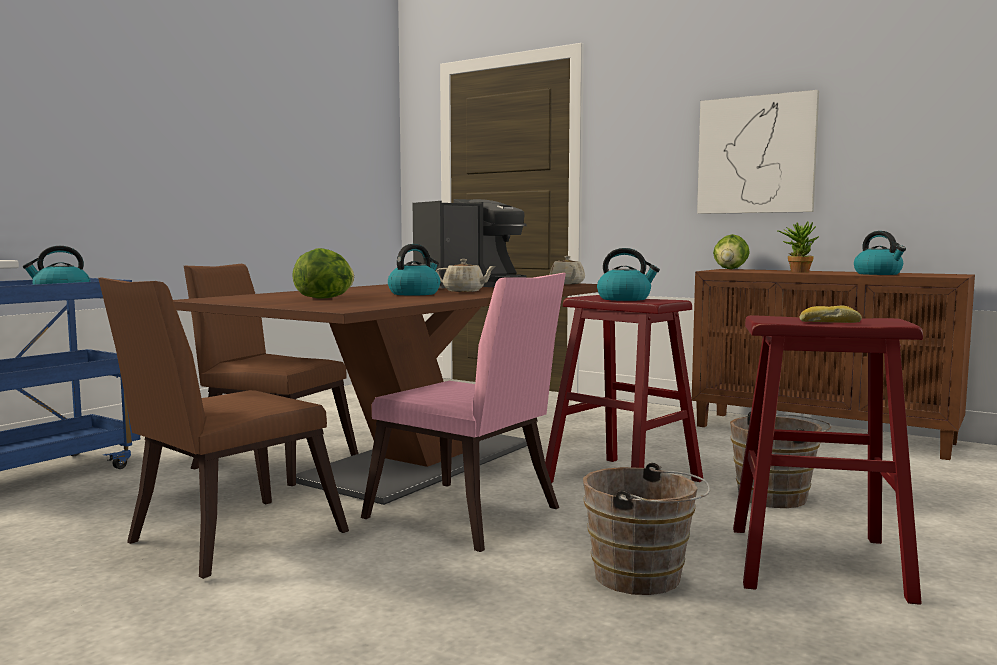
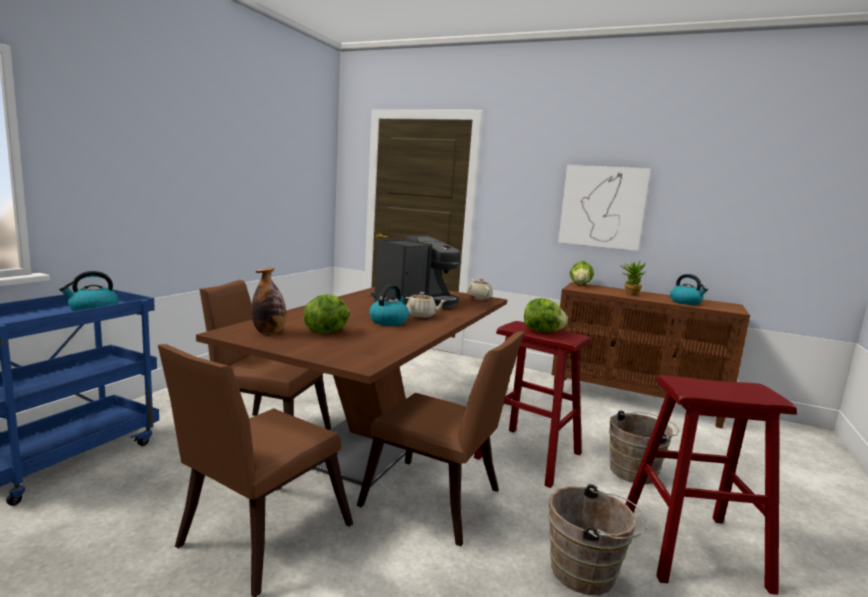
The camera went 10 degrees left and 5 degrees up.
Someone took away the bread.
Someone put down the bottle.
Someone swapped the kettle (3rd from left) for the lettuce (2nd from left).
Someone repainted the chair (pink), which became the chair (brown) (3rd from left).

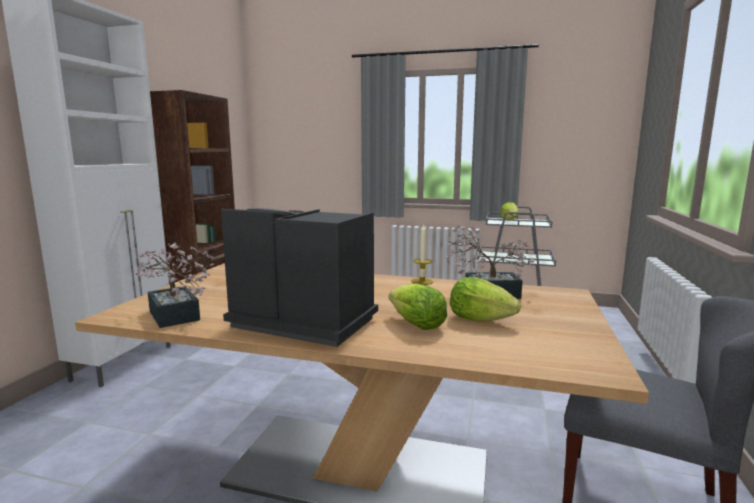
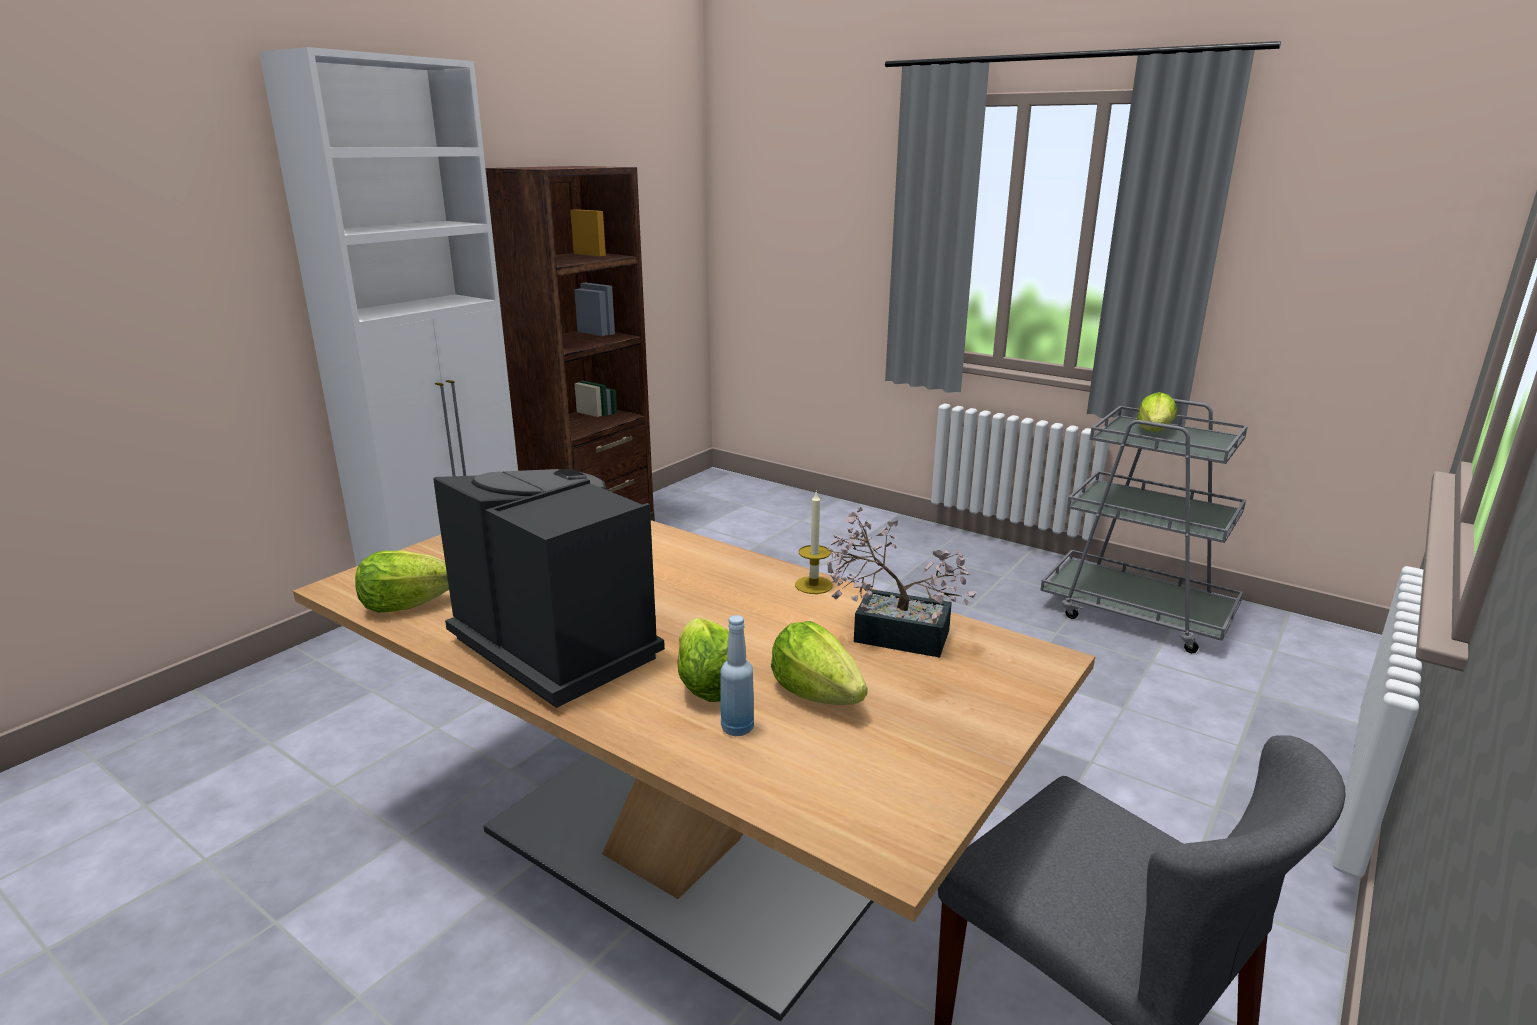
The camera went 20 degrees right and 10 degrees up.
Someone put down the bottle (blue).
Someone swapped the potted plant (1st from left) for the lettuce (1st from left).

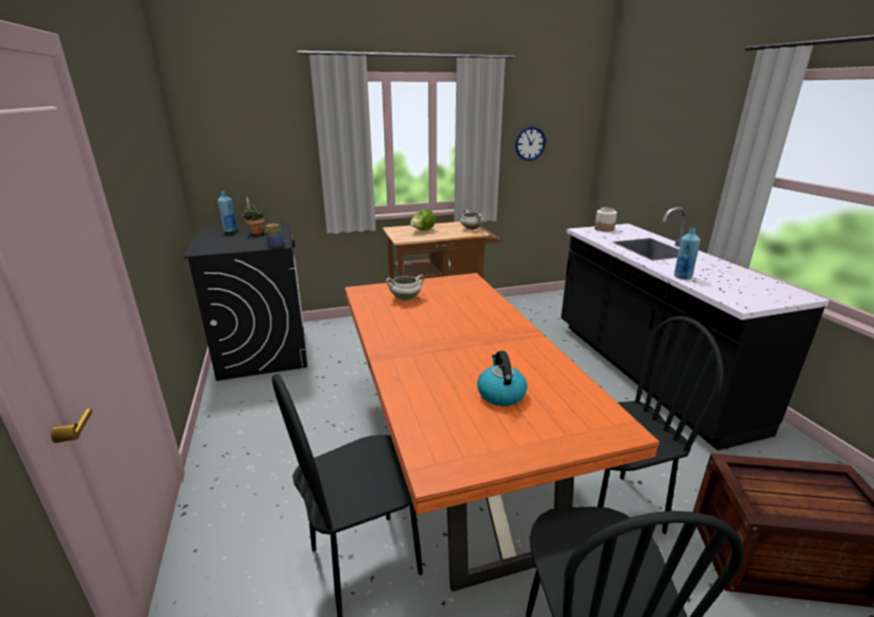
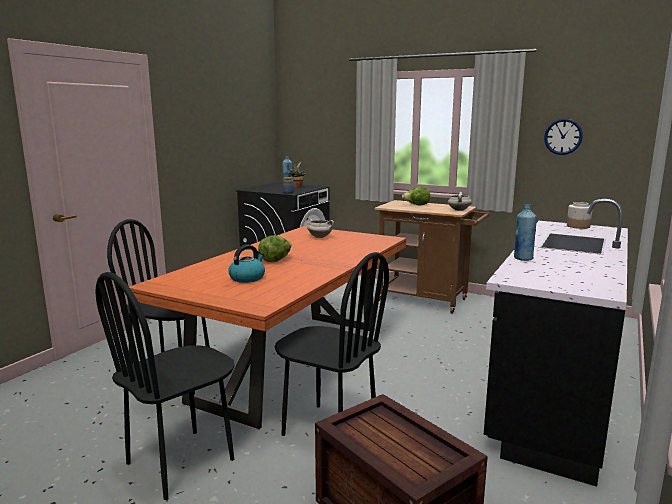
The camera went 45 degrees right and 10 degrees down.
Someone put down the lettuce (1st from left).

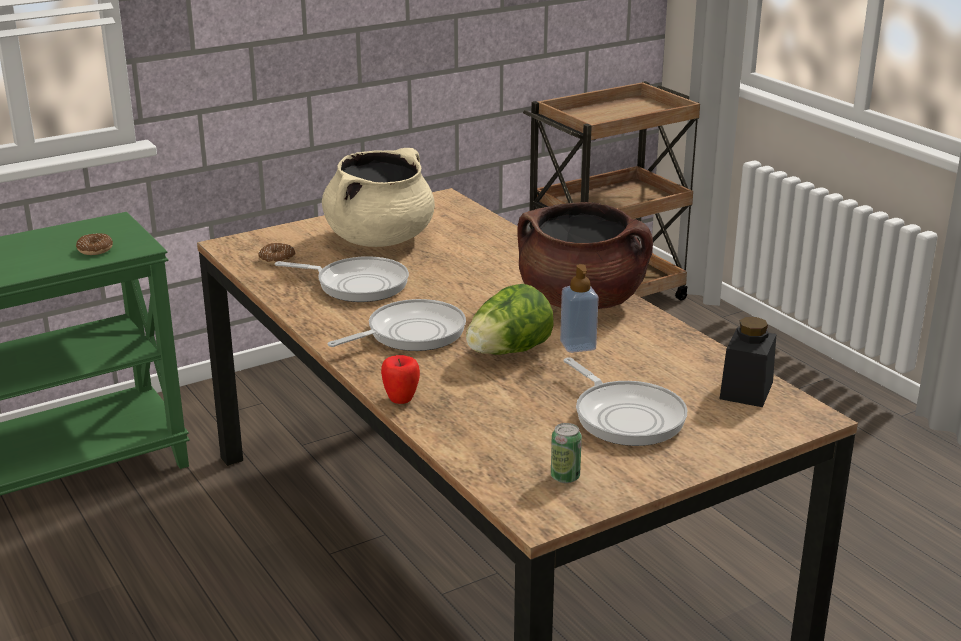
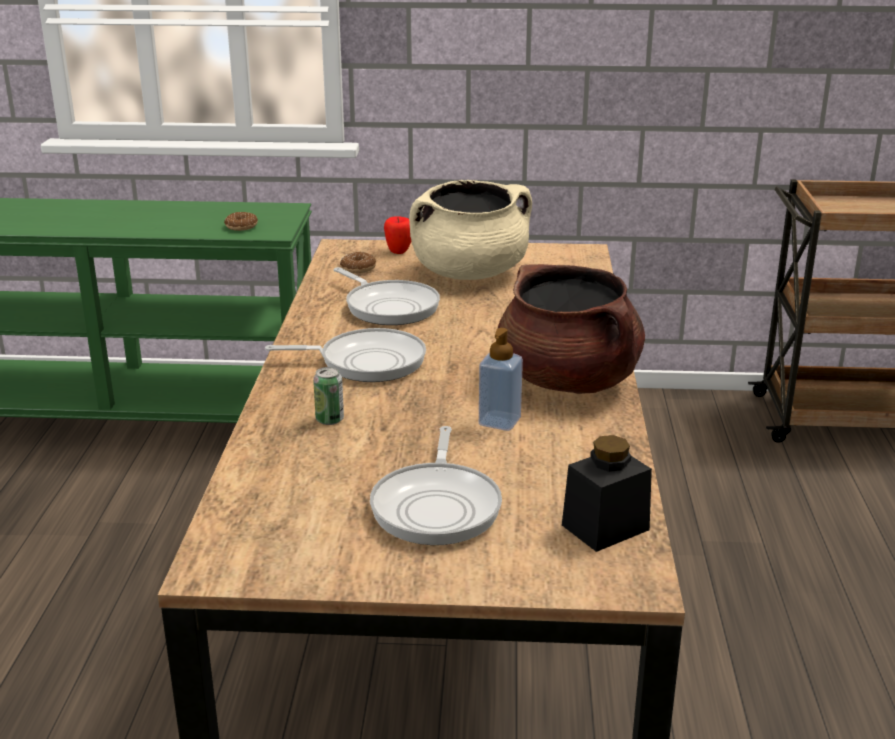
The camera went 35 degrees right and 0 degrees up.
Someone took away the lettuce.
Someone carried the apple.
Someone carried the can.

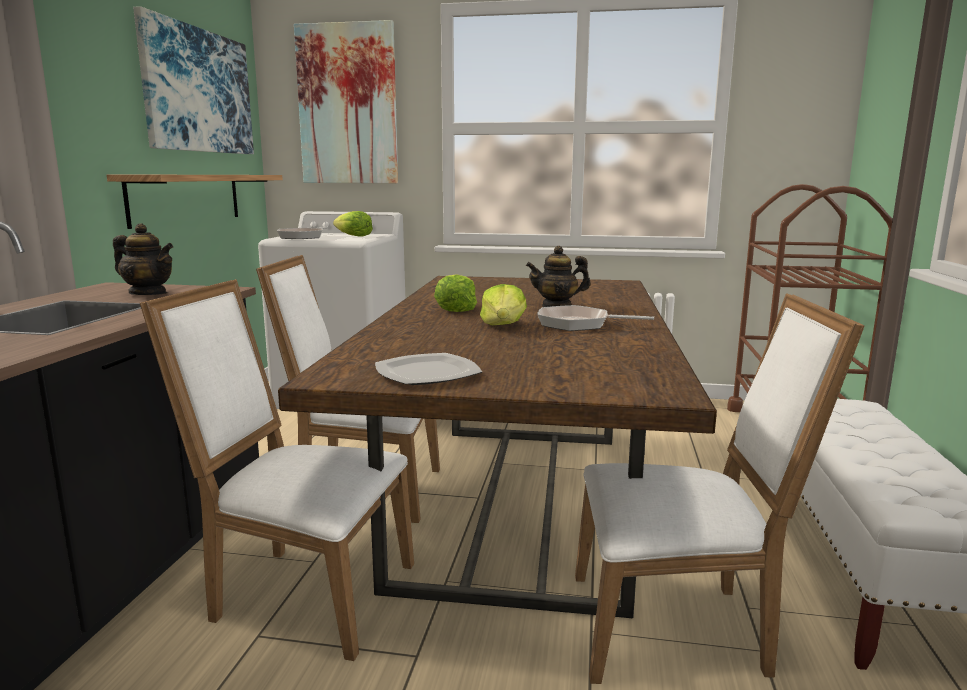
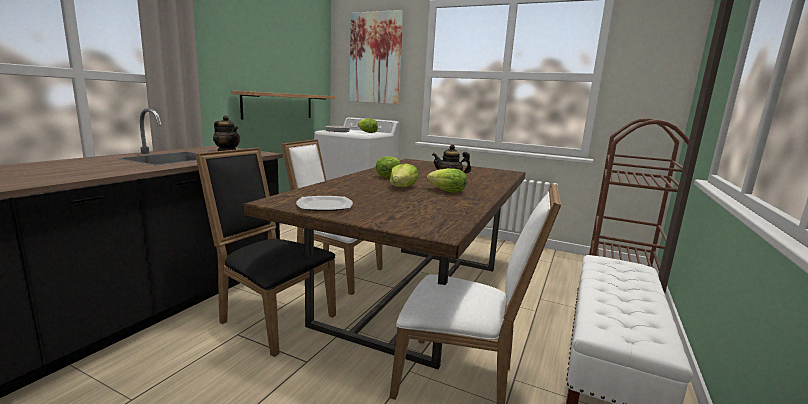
The camera went 15 degrees right and 0 degrees up.
Someone took away the picture (1st from left).
Someone swapped the frying pan (2nd from left) for the lettuce (4th from left).
Someone repainted the chair (white) (1st from left), which became the chair (black).

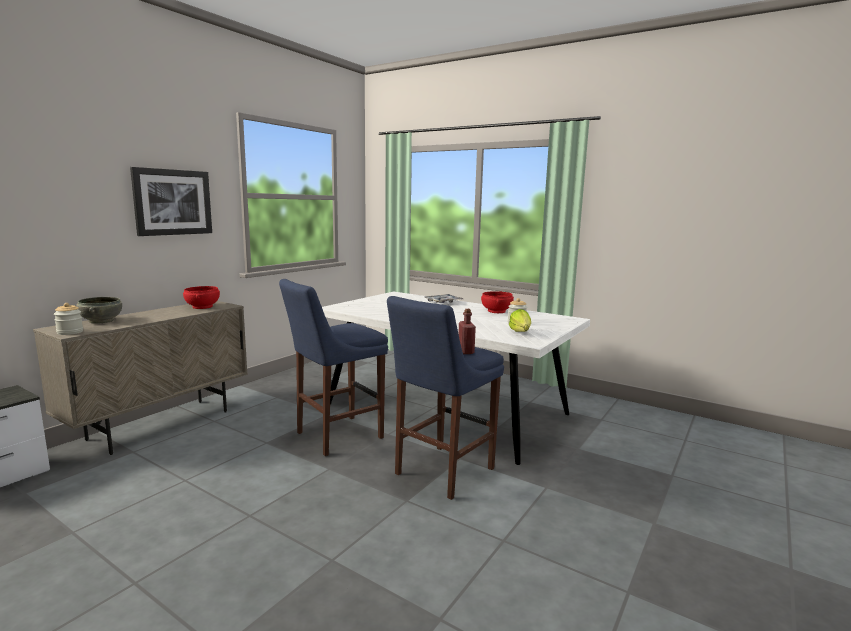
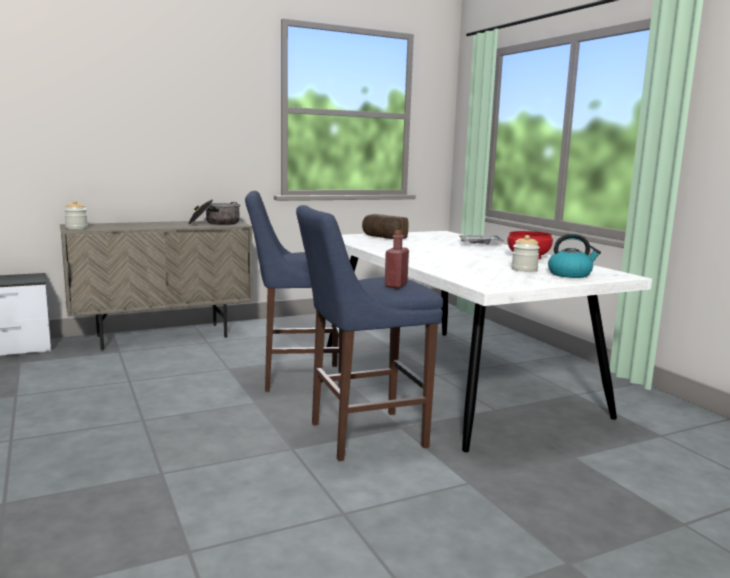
The camera went 30 degrees right and 0 degrees up.
Someone took away the bowl (grey).
Someone took away the picture.
Someone took away the lettuce.
Someone put down the bread.
Someone put down the kettle.
Someone swapped the bowl (red) (1st from left) for the cooking pot.

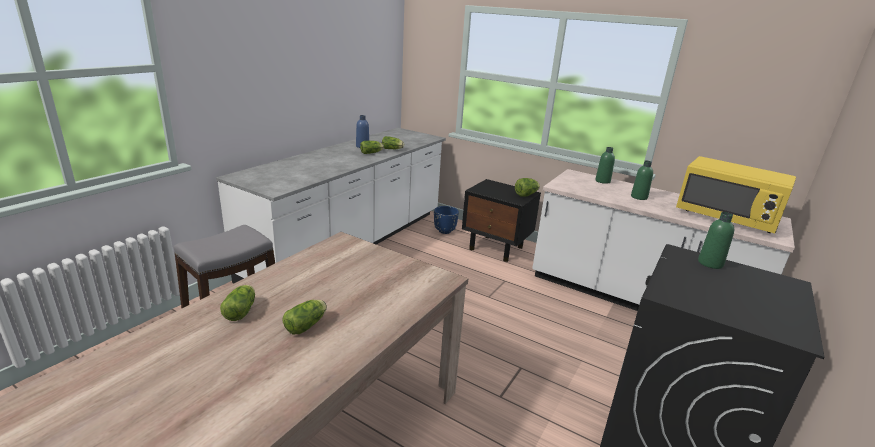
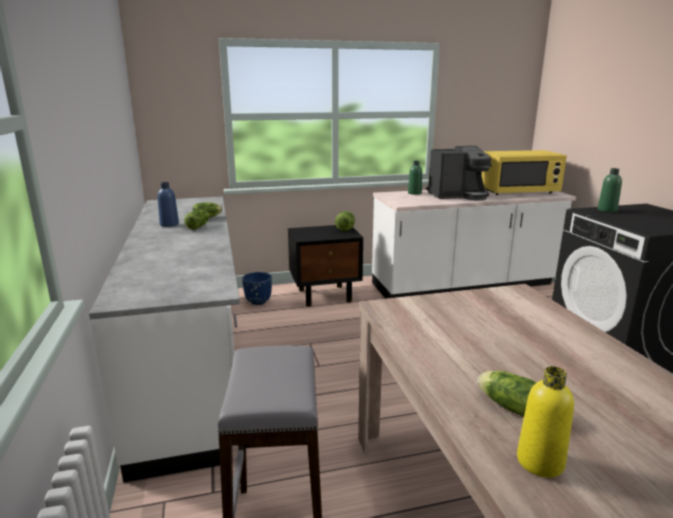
The camera went 45 degrees left and 5 degrees down.
Someone took away the lettuce (2nd from left).
Someone put down the bottle (yellow).
Someone swapped the bottle (green) (2nd from left) for the coffee machine.

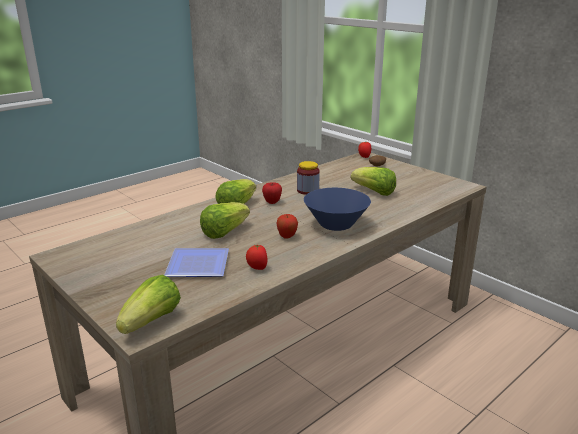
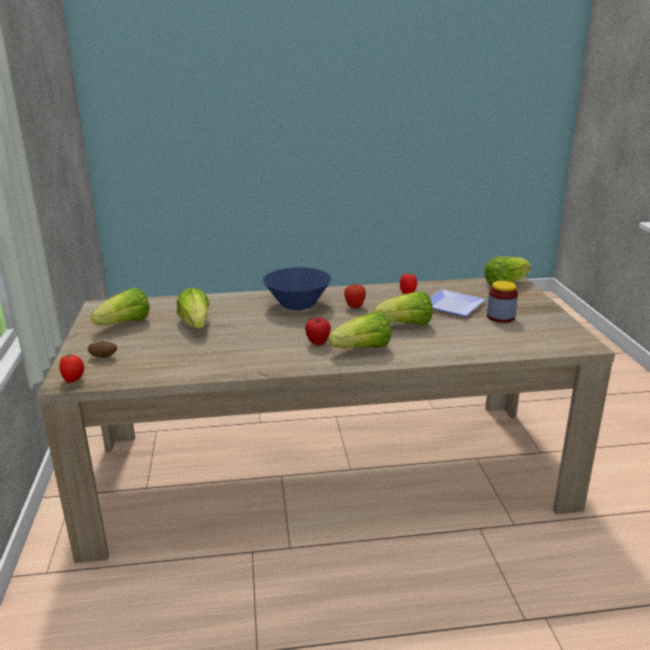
The camera went 145 degrees left and 0 degrees up.
Someone put down the lettuce (1st from left).
Someone carried the jar.

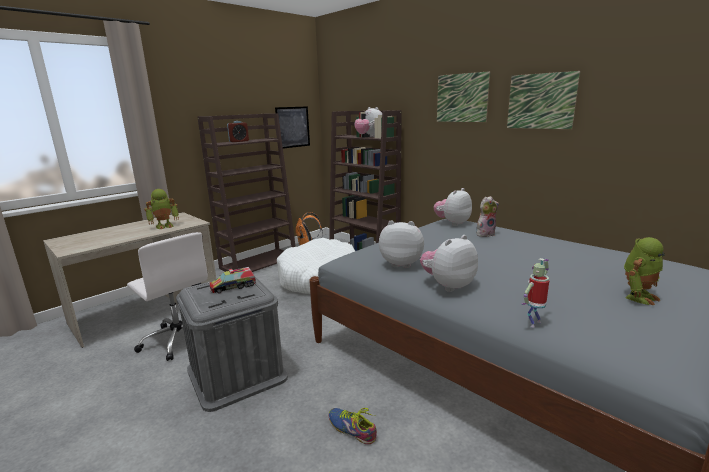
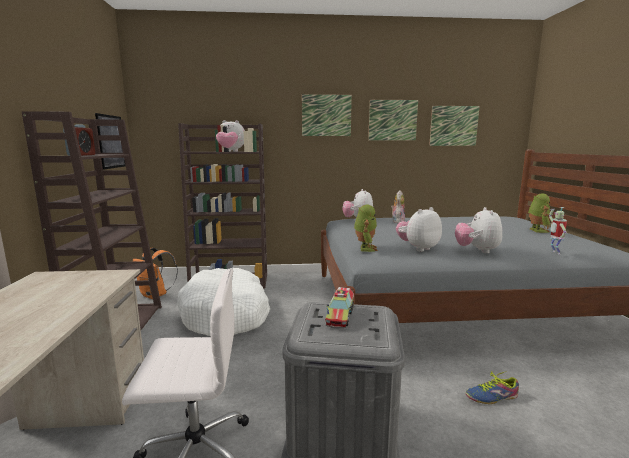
The camera went 50 degrees left and 5 degrees down.
Someone put up the picture (4th from left).
Someone carried the toy robot (1st from left).

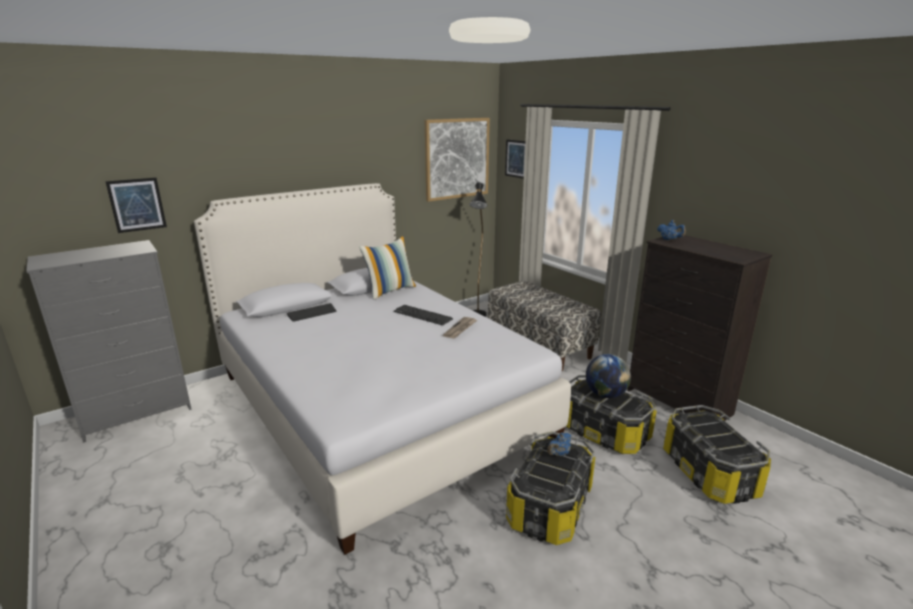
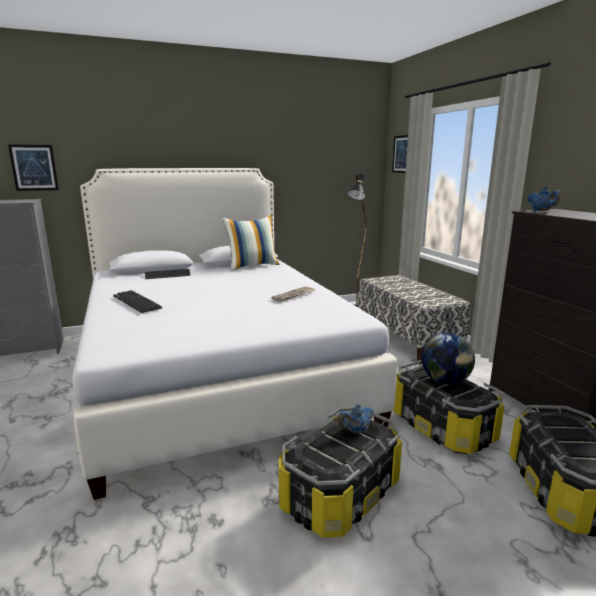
The camera went 15 degrees right and 5 degrees down.
Someone took away the picture (2nd from left).
Someone carried the keyboard (2nd from left in the first image).

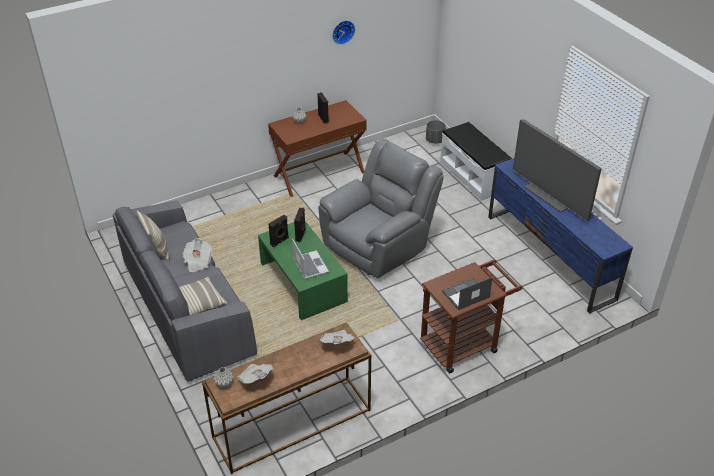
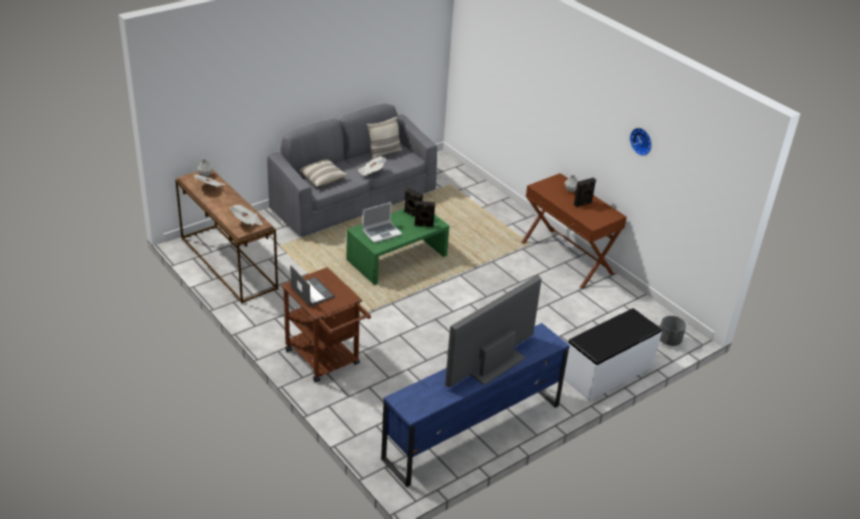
The camera went 80 degrees right and 5 degrees down.
Someone took away the armchair (grey).

